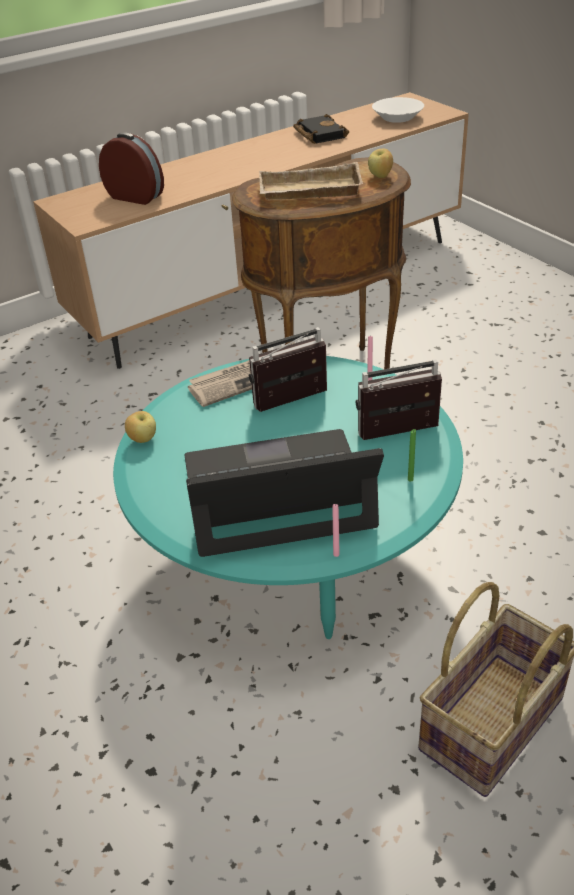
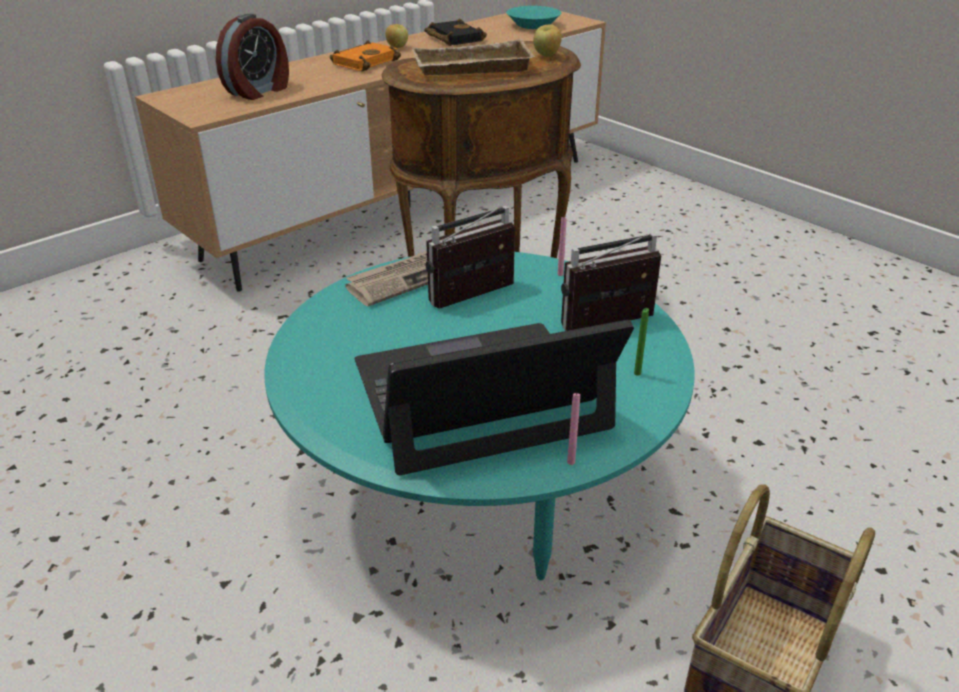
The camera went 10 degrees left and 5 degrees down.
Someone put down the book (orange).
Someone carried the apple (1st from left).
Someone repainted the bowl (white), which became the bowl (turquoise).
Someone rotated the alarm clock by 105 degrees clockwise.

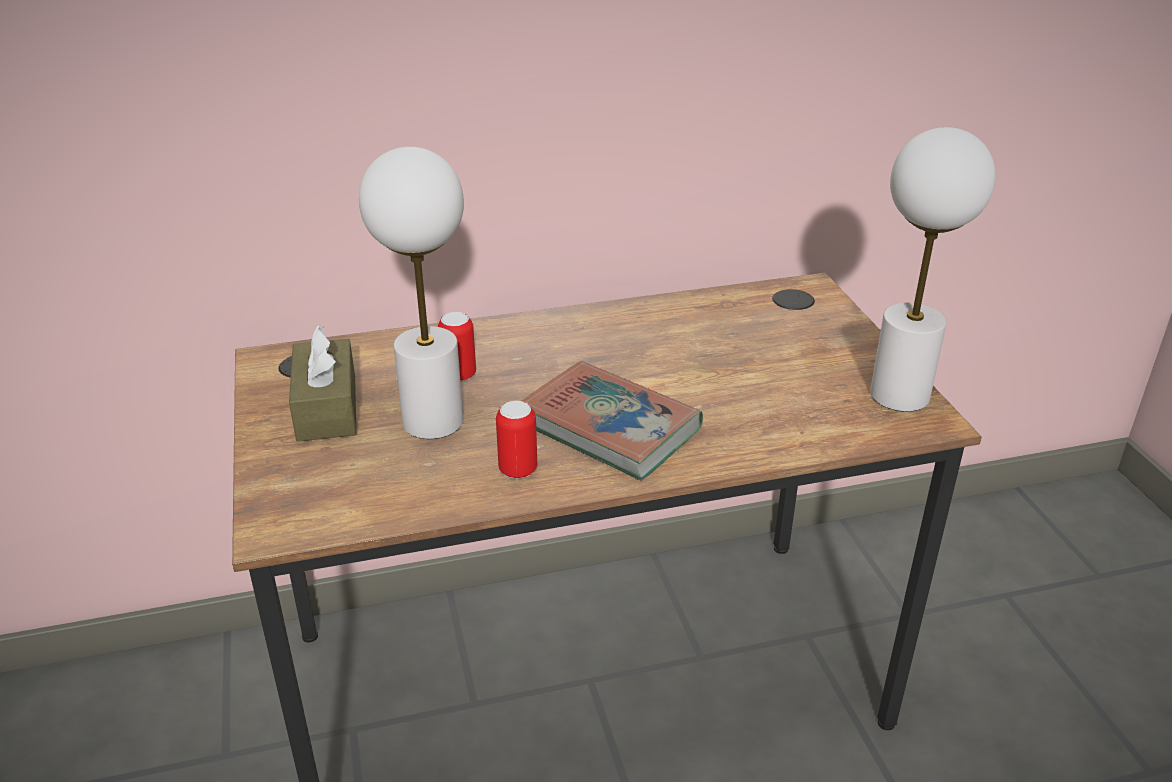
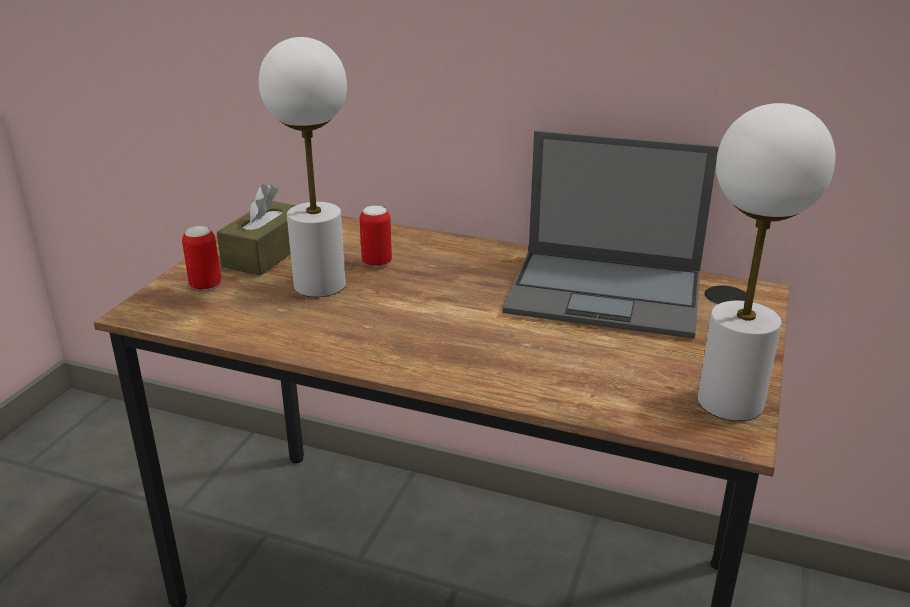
The camera went 35 degrees right and 5 degrees down.
Someone took away the book.
Someone put down the laptop.
Someone carried the can (2nd from left in the first image).

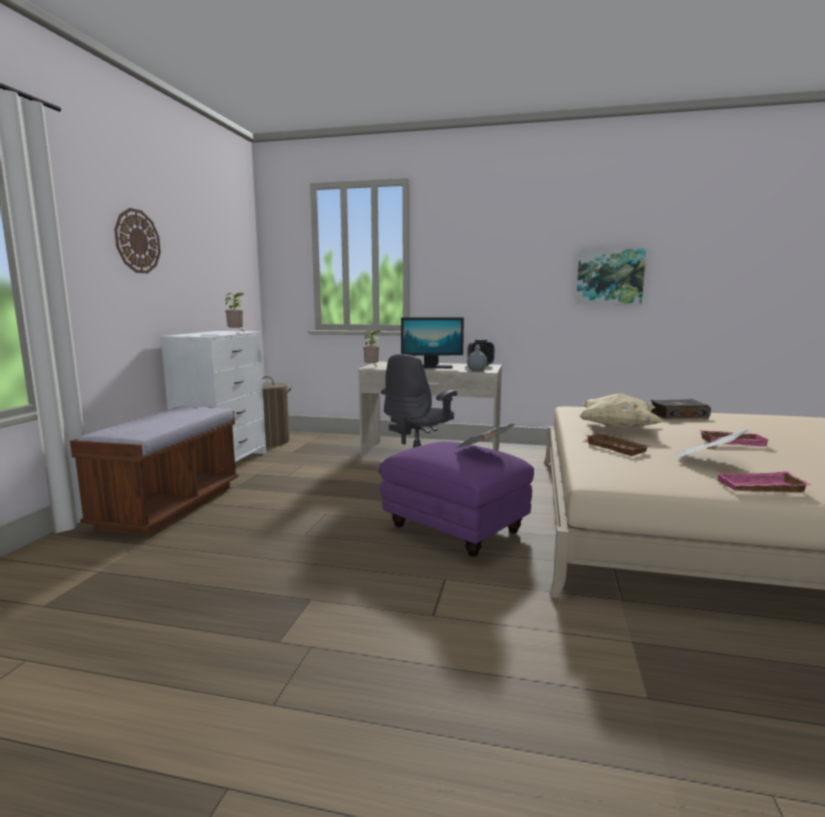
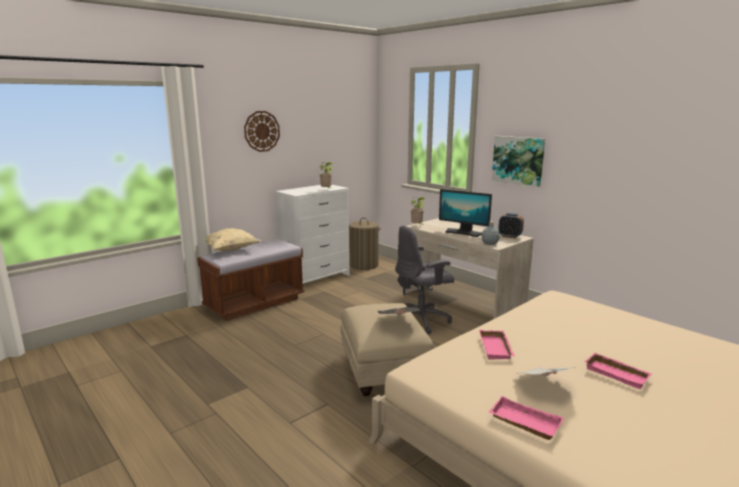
The camera went 35 degrees right and 5 degrees up.
Someone took away the book.
Someone carried the picture.
Someone carried the pillow (beige).
Someone repainted the ottoman (purple), which became the ottoman (beige).
Someone repainted the tray (brown), which became the tray (pink) (1st from left).

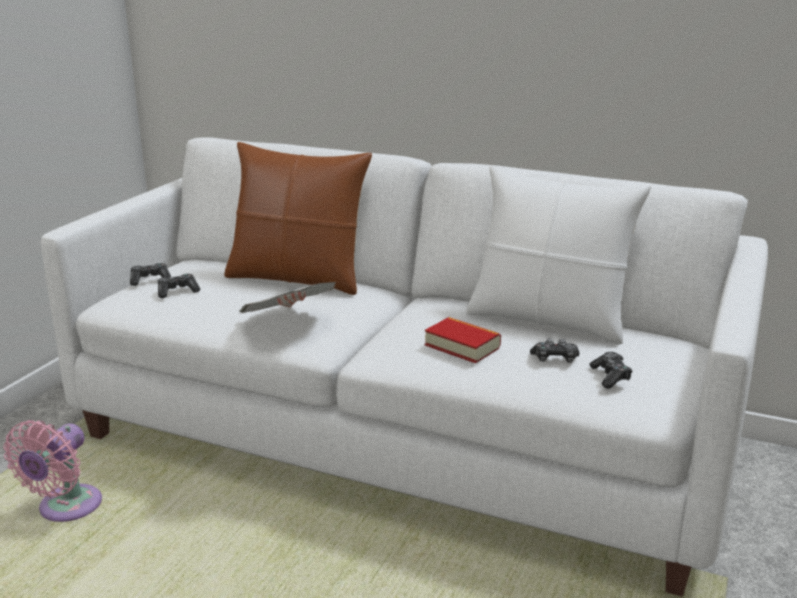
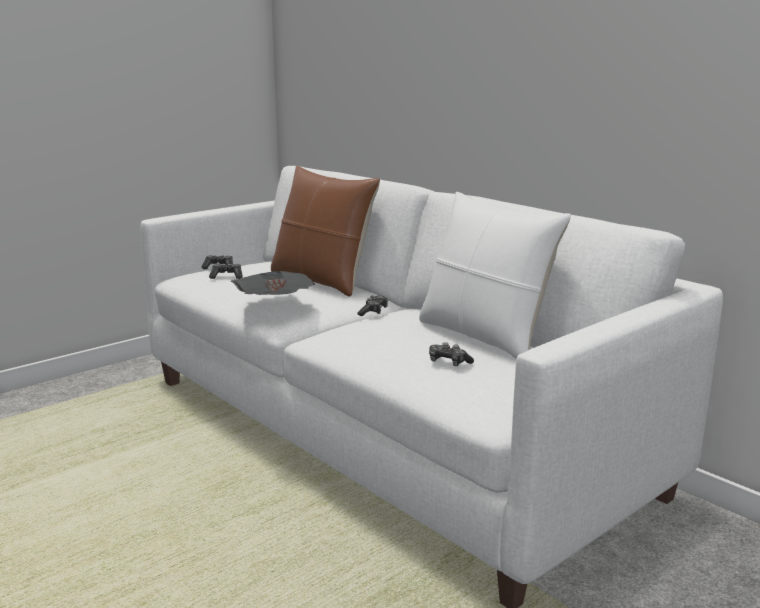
The camera went 25 degrees right and 5 degrees down.
Someone took away the fan (pink).
Someone took away the book.
Someone carried the game controller (4th from left in the first image).

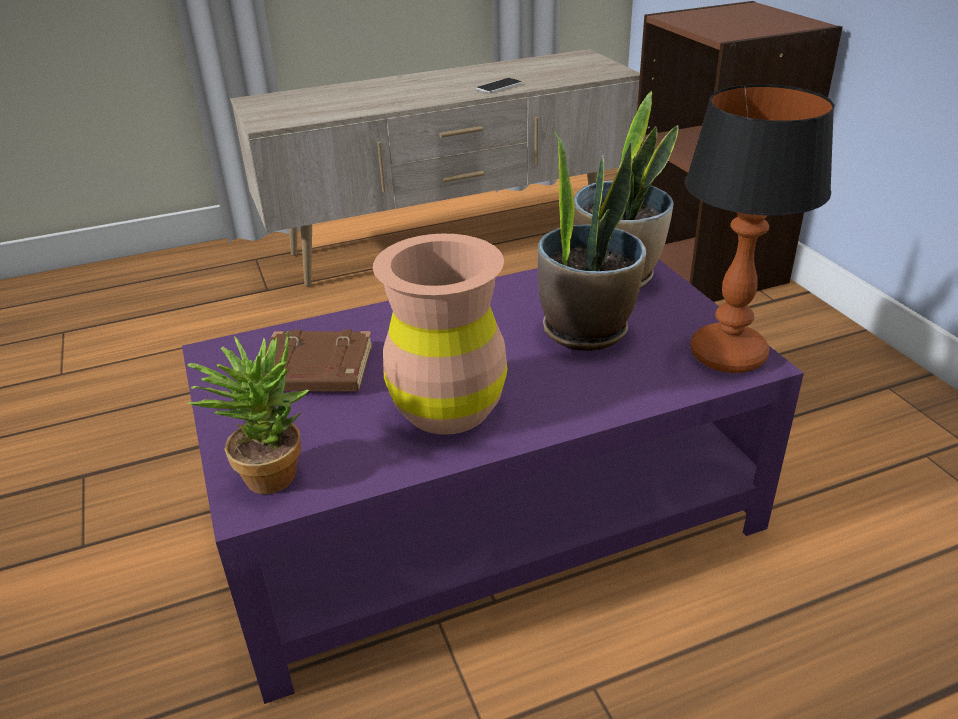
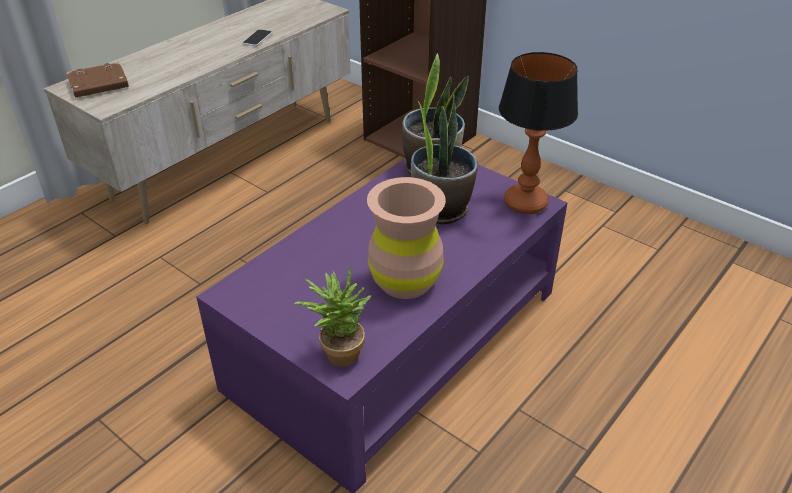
The camera went 30 degrees left and 5 degrees up.
Someone carried the book (brown).

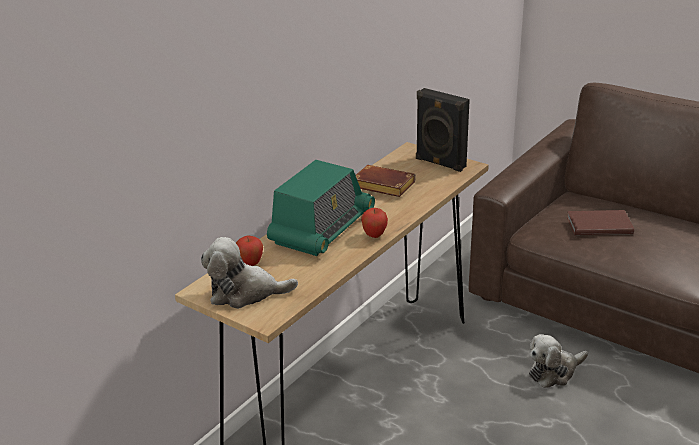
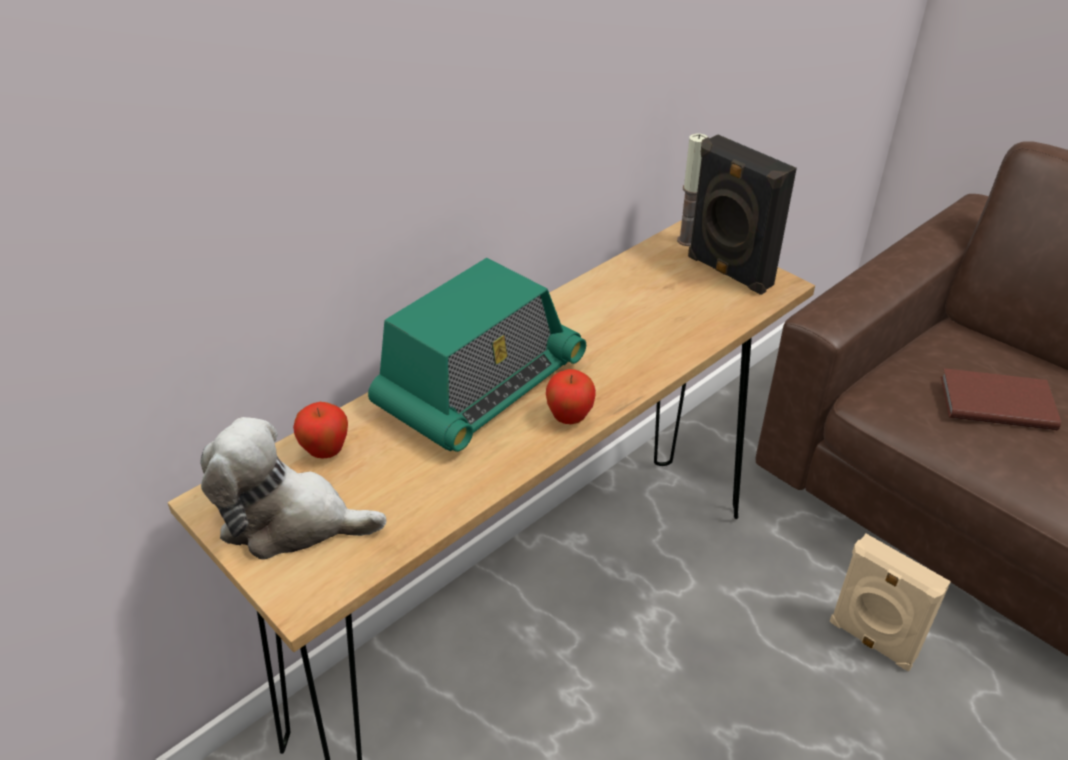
The camera went 10 degrees right and 10 degrees up.
Someone took away the book (brown) (1st from left).
Someone put down the candle.
Someone swapped the plush toy (2nd from left) for the speaker (beige).

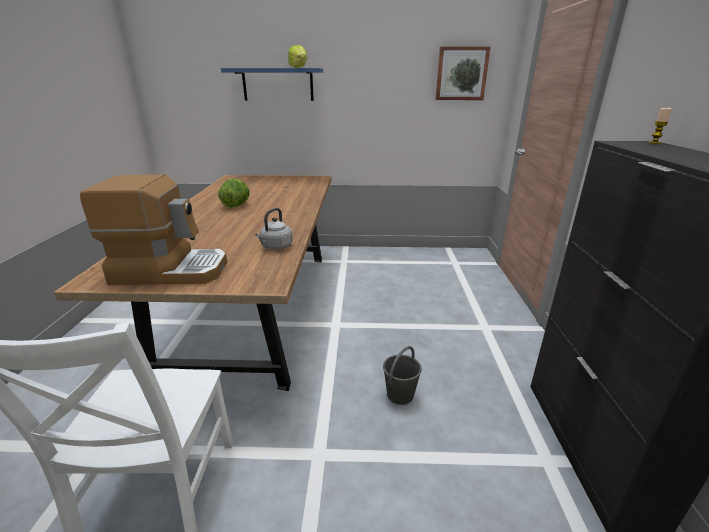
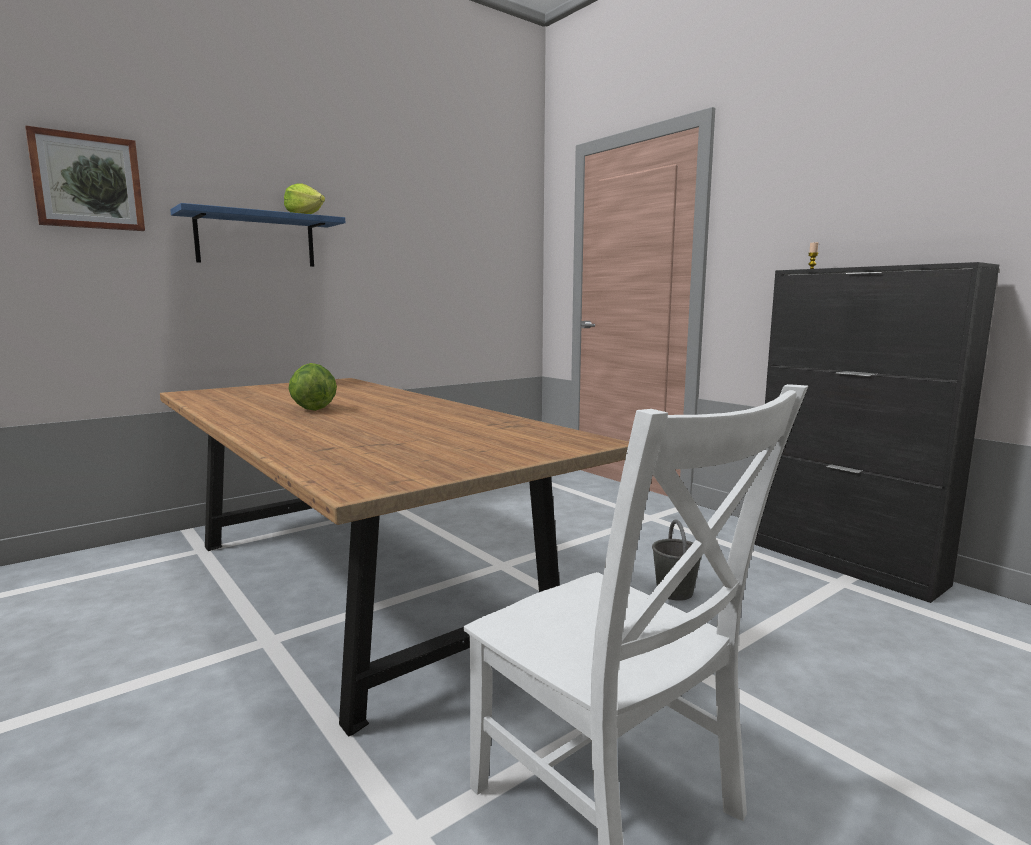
The camera went 40 degrees left and 15 degrees down.
Someone took away the coffee machine.
Someone took away the kettle (grey).
Someone carried the picture.

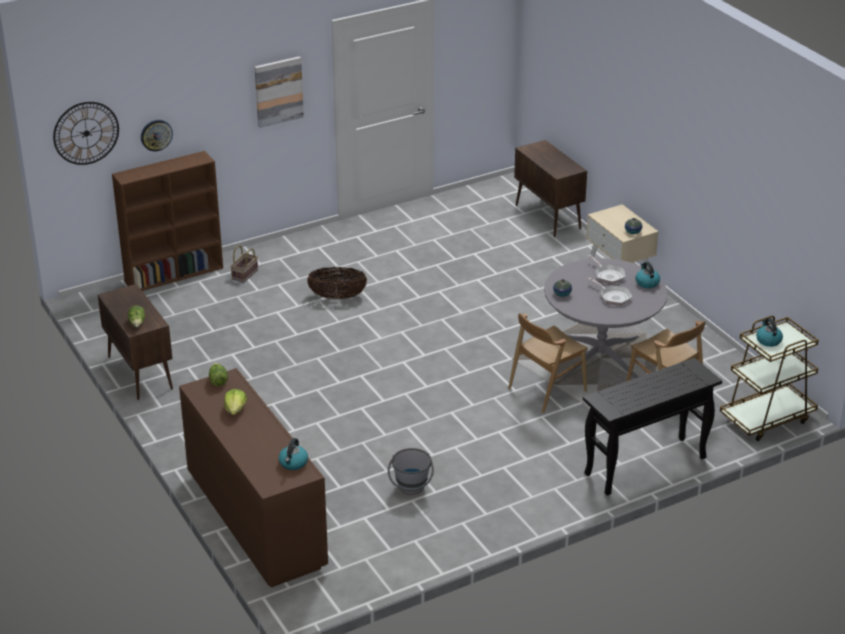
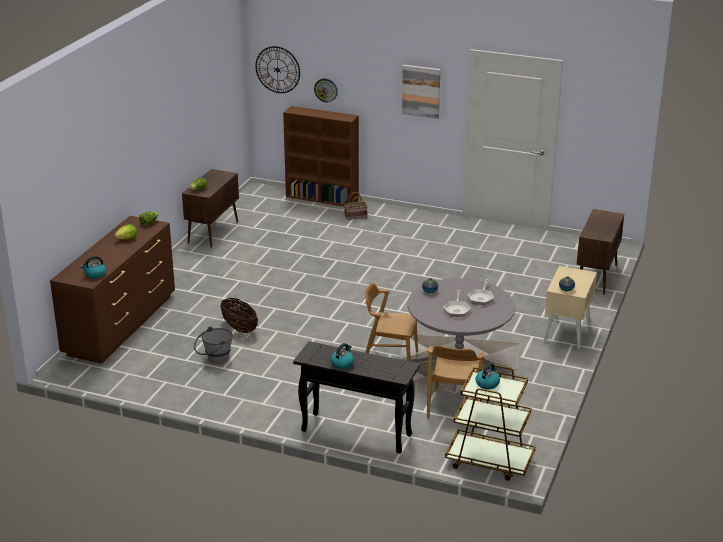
The camera went 50 degrees right and 5 degrees down.
Someone carried the basket (2nd from left in the first image).
Someone carried the kettle (2nd from left).

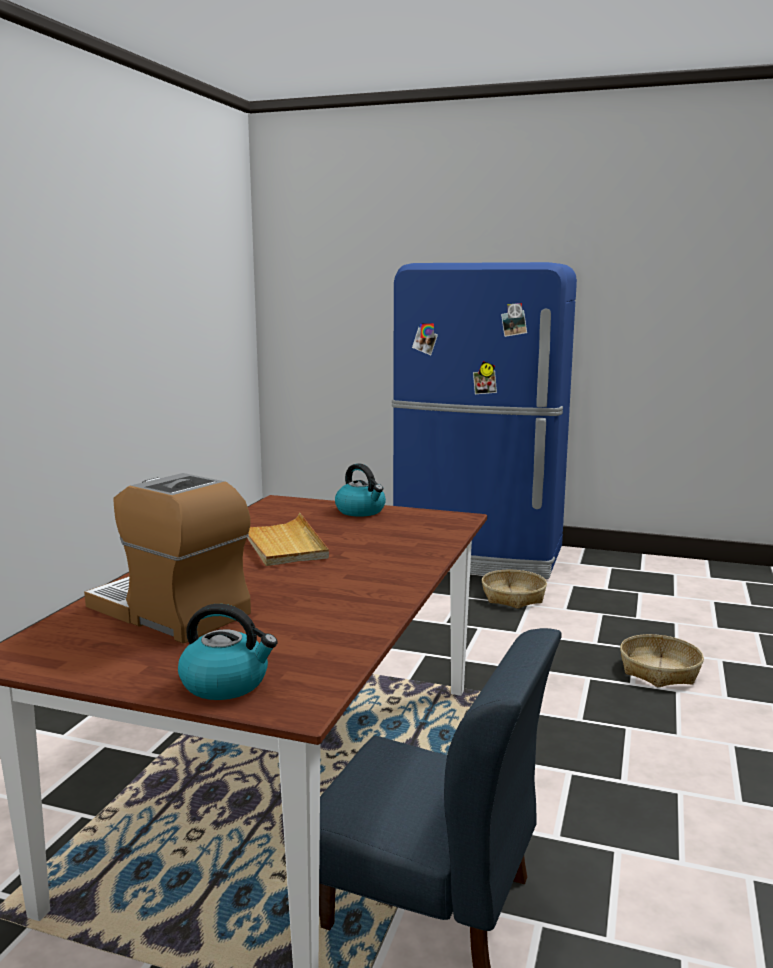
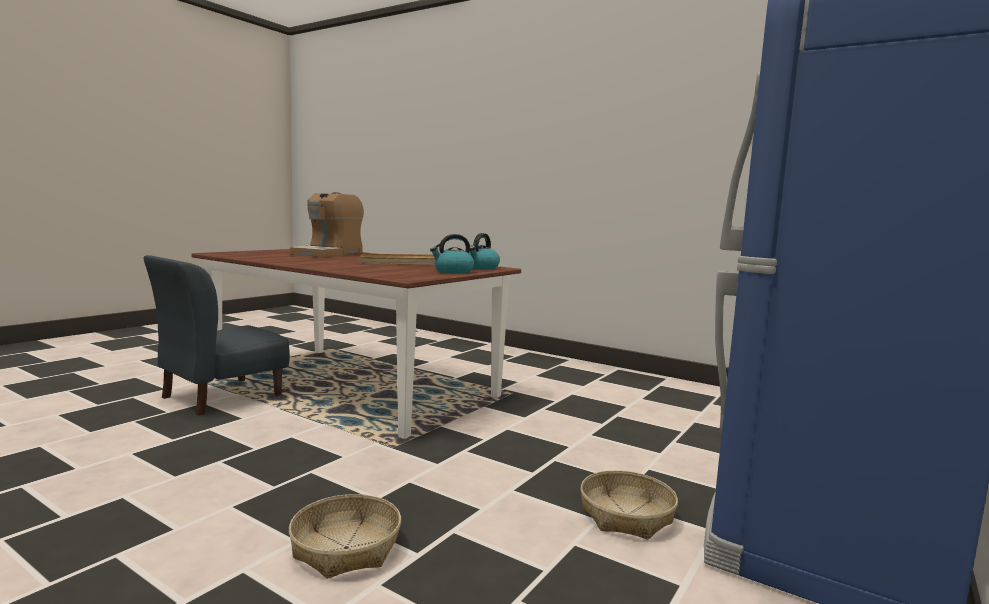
The camera went 105 degrees right and 5 degrees down.
Someone carried the kettle (1st from left in the first image).
Someone rotated the coffee machine by 150 degrees clockwise.

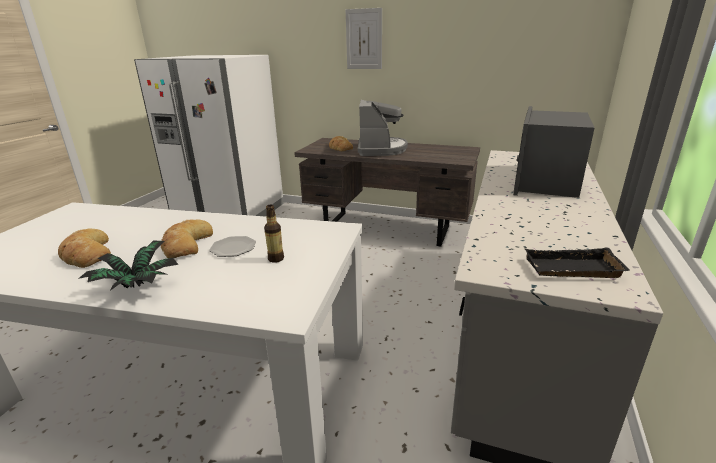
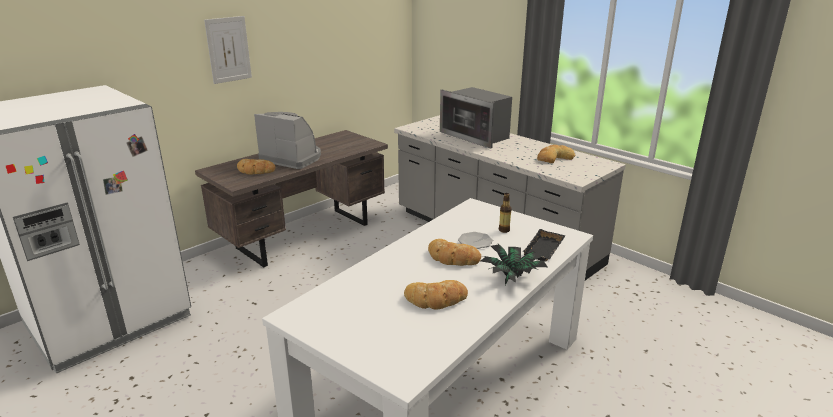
The camera went 65 degrees left and 0 degrees up.
Someone put down the bread (4th from left).
Someone carried the tray (black).

